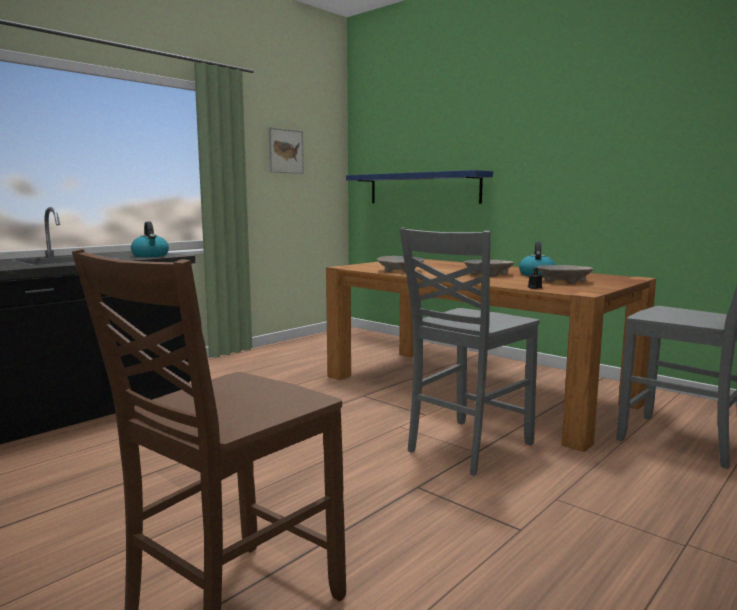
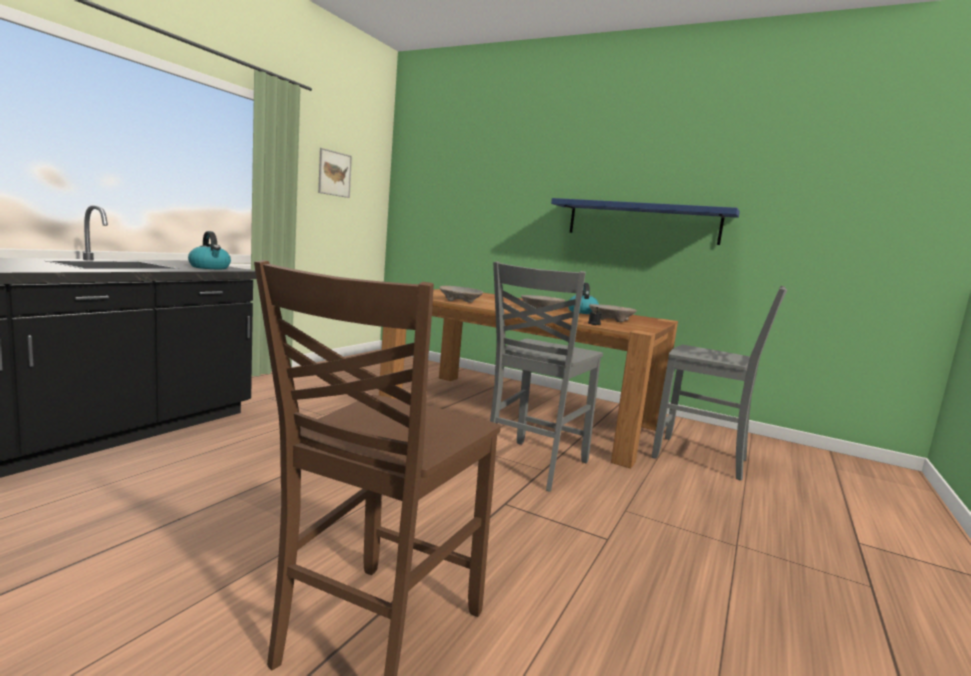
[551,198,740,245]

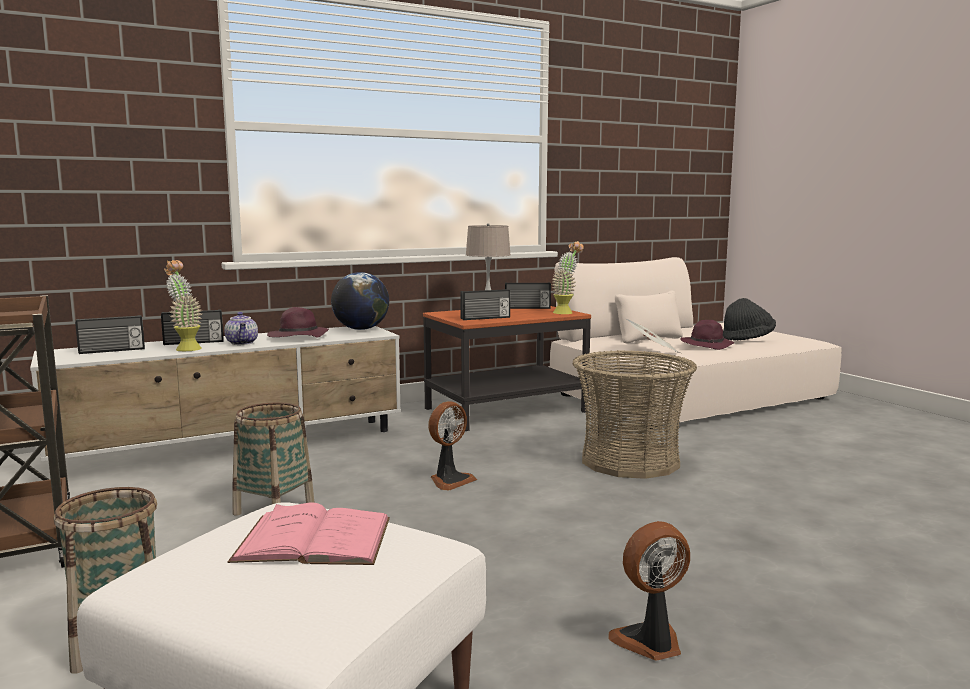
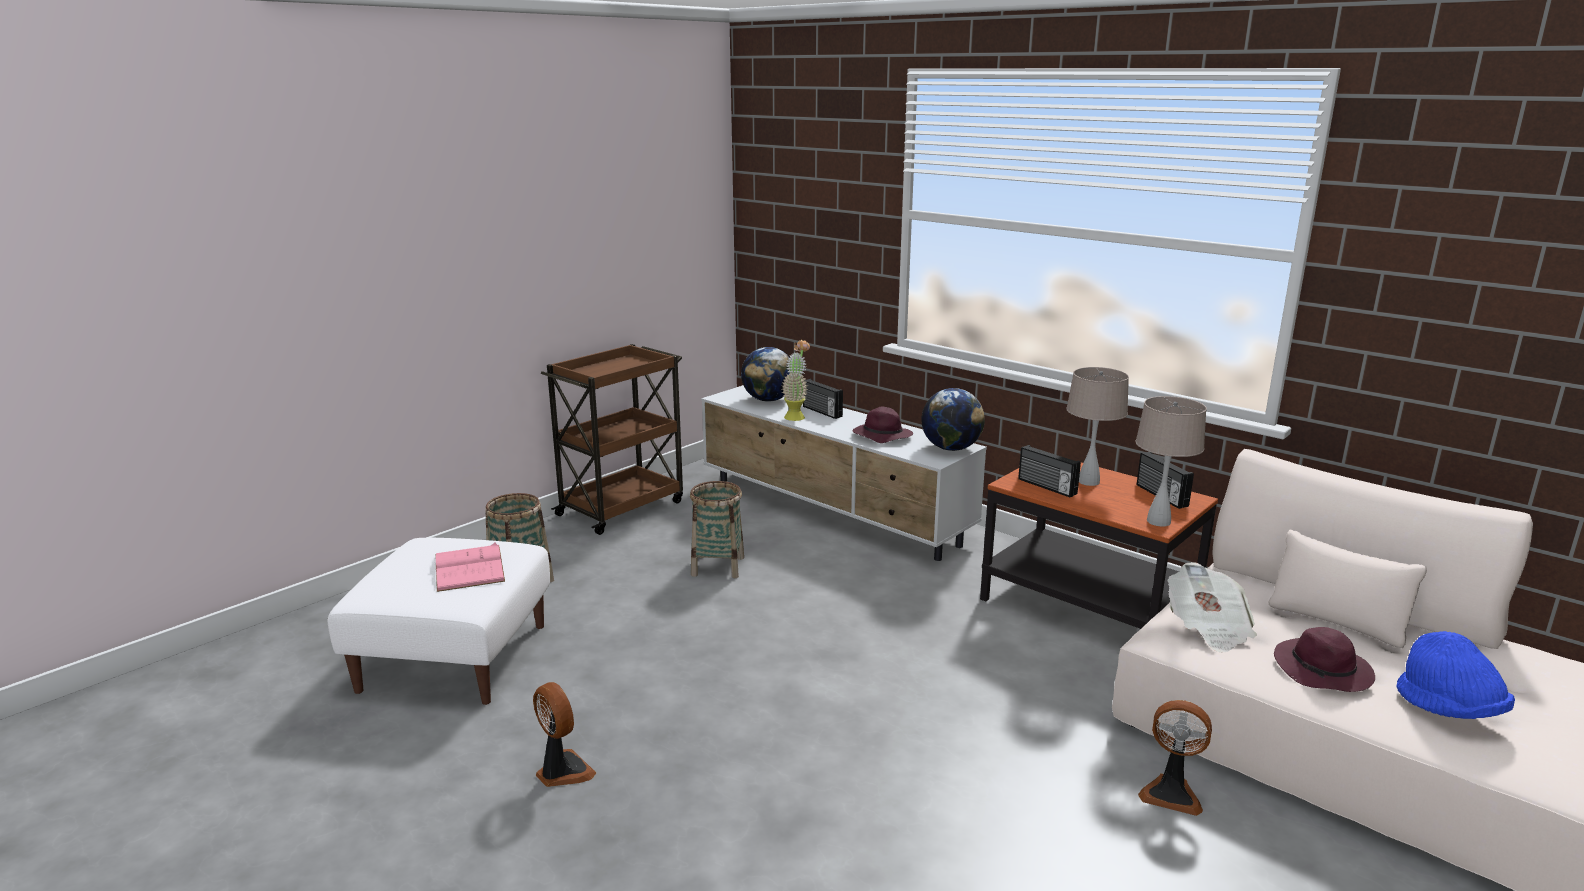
[741,347,790,402]
[1135,396,1207,527]
[1138,700,1212,816]
[1396,631,1515,719]
[224,312,258,345] (first image)
[573,350,697,479] (first image)

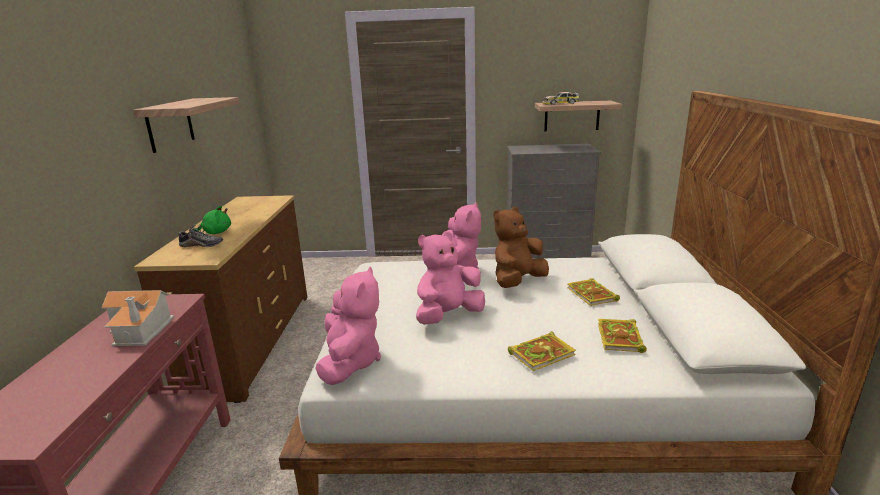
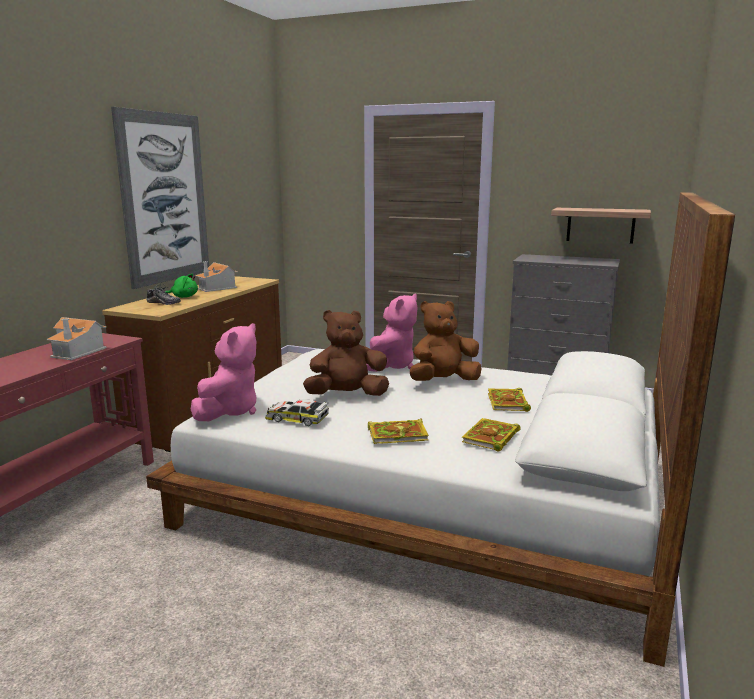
[111,107,209,289]
[195,261,238,292]
[265,399,329,426]
[303,310,389,396]

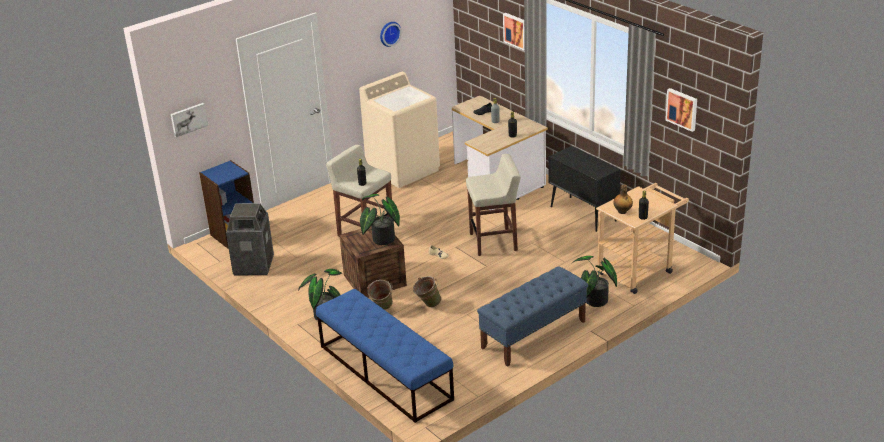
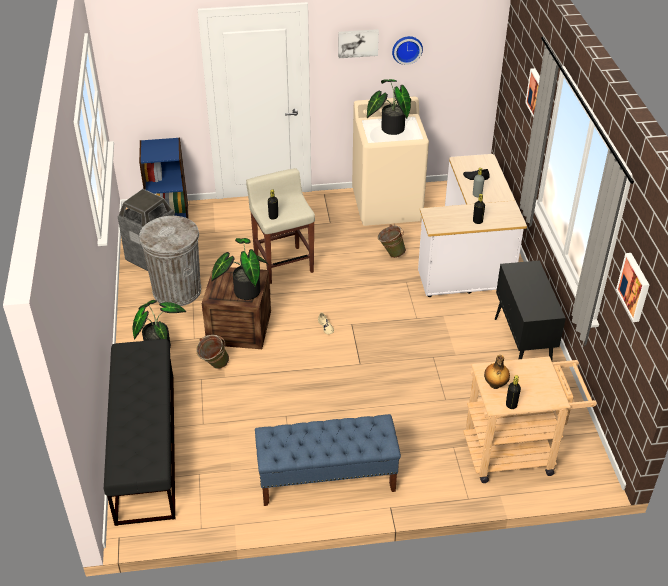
[104,339,175,526]
[139,216,201,306]
[338,29,379,58]
[367,79,411,135]
[378,224,406,258]
[466,154,521,256] (first image)

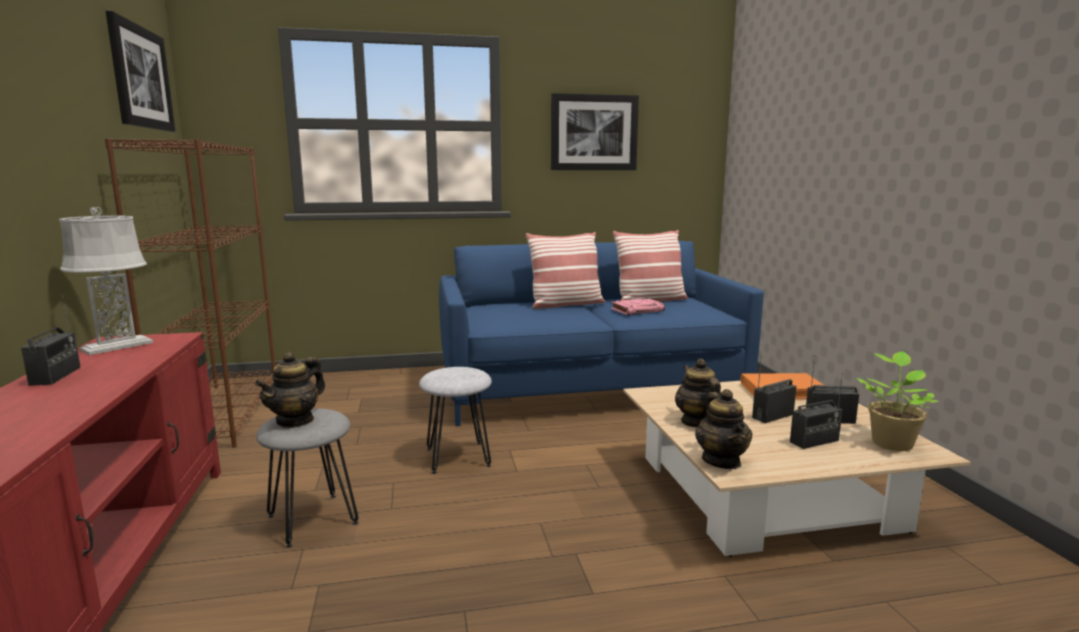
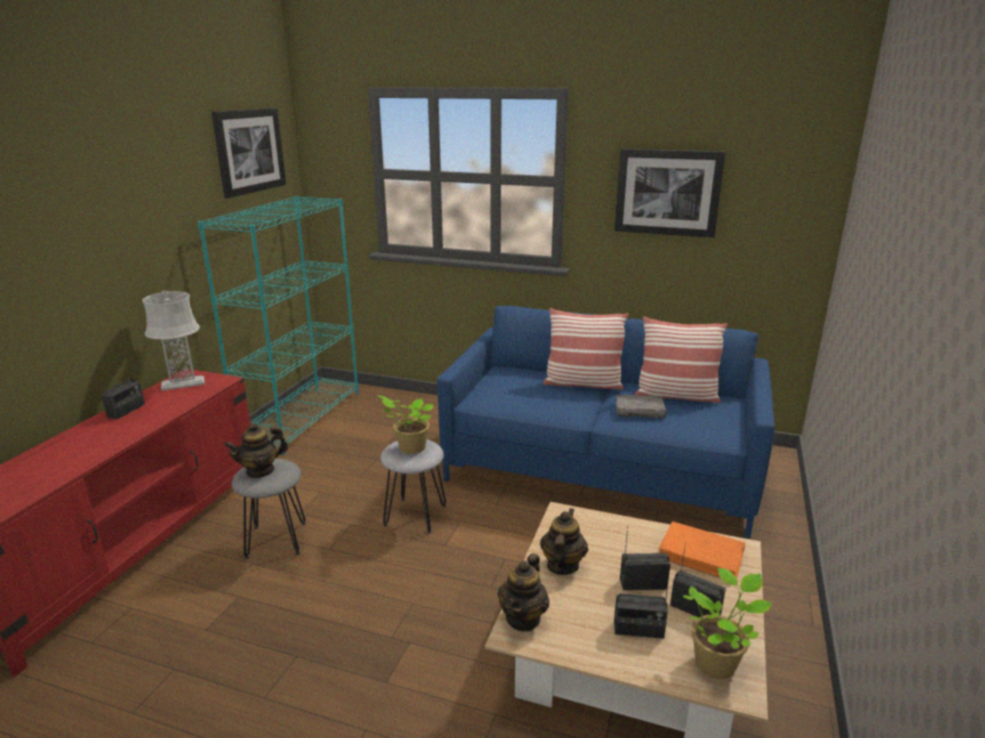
[198,196,359,455]
[377,395,433,454]
[616,394,666,418]

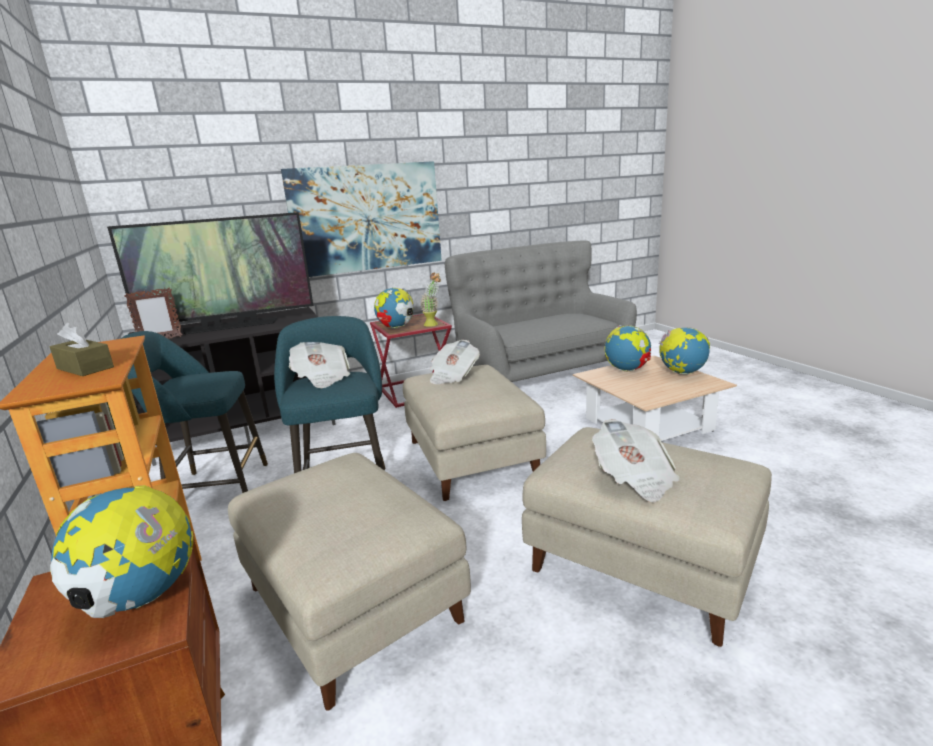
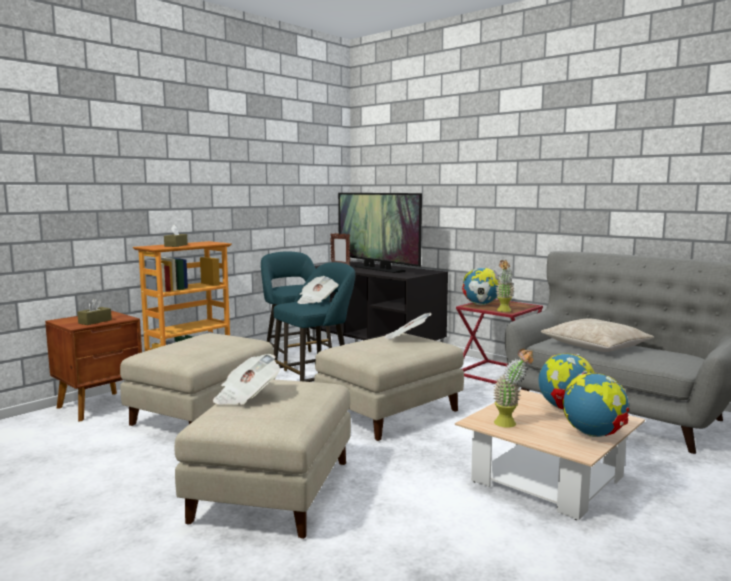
[77,298,112,325]
[493,349,534,428]
[541,318,654,352]
[281,161,442,277] (first image)

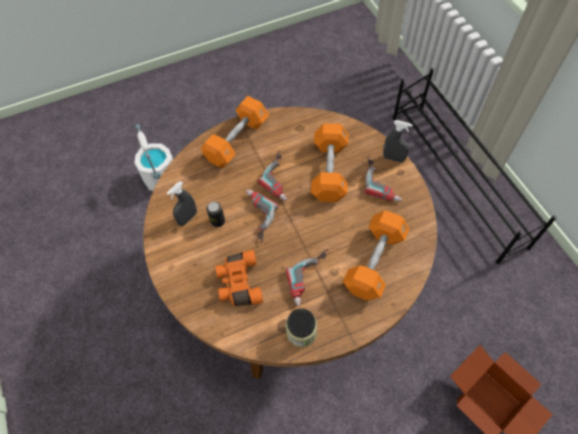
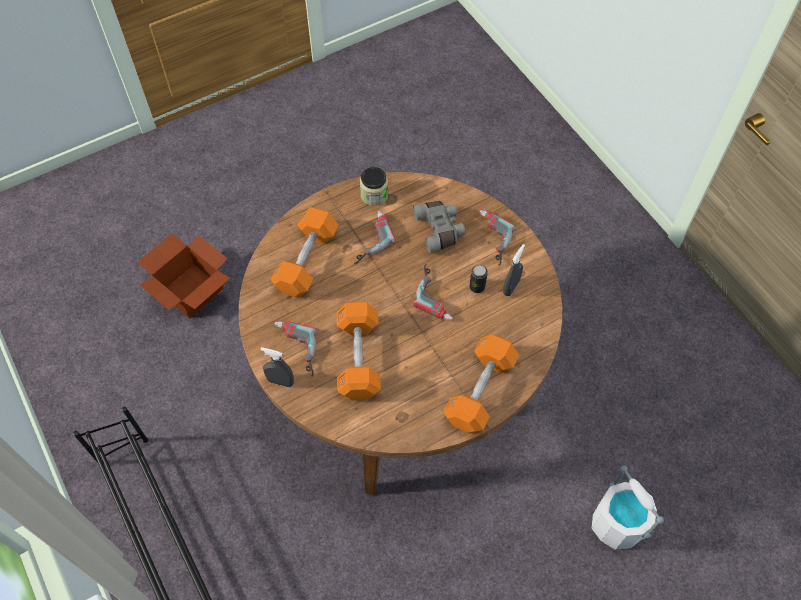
[413,201,465,253]
[479,210,516,265]

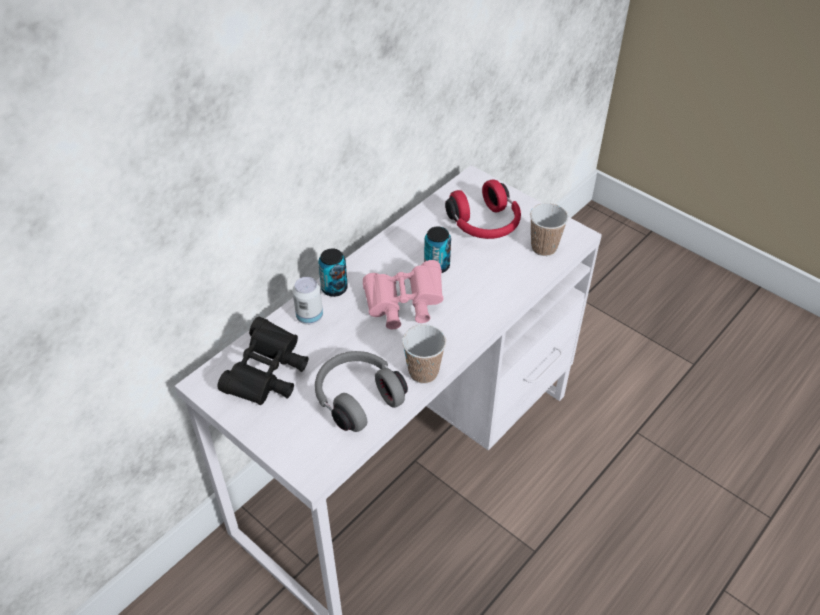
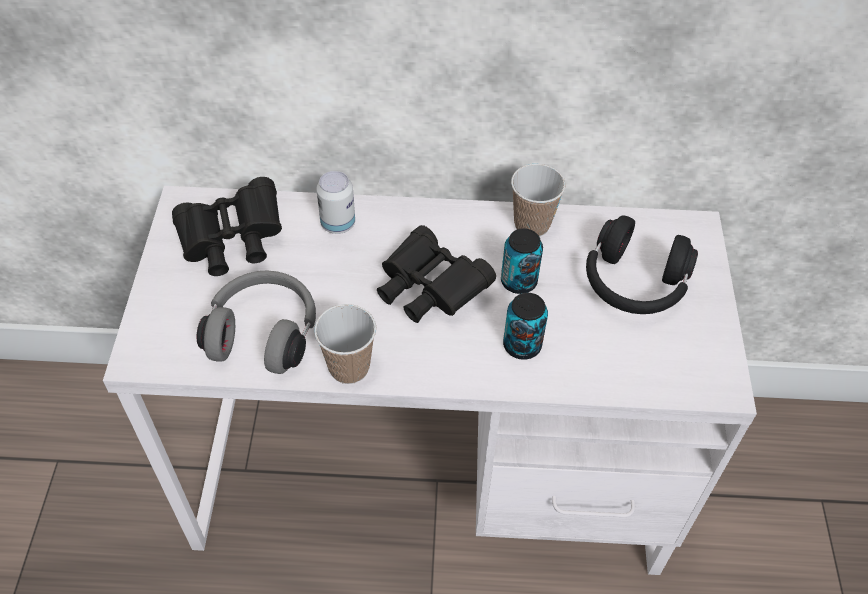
[377,225,496,323]
[503,293,548,360]
[511,164,566,237]
[586,215,698,314]

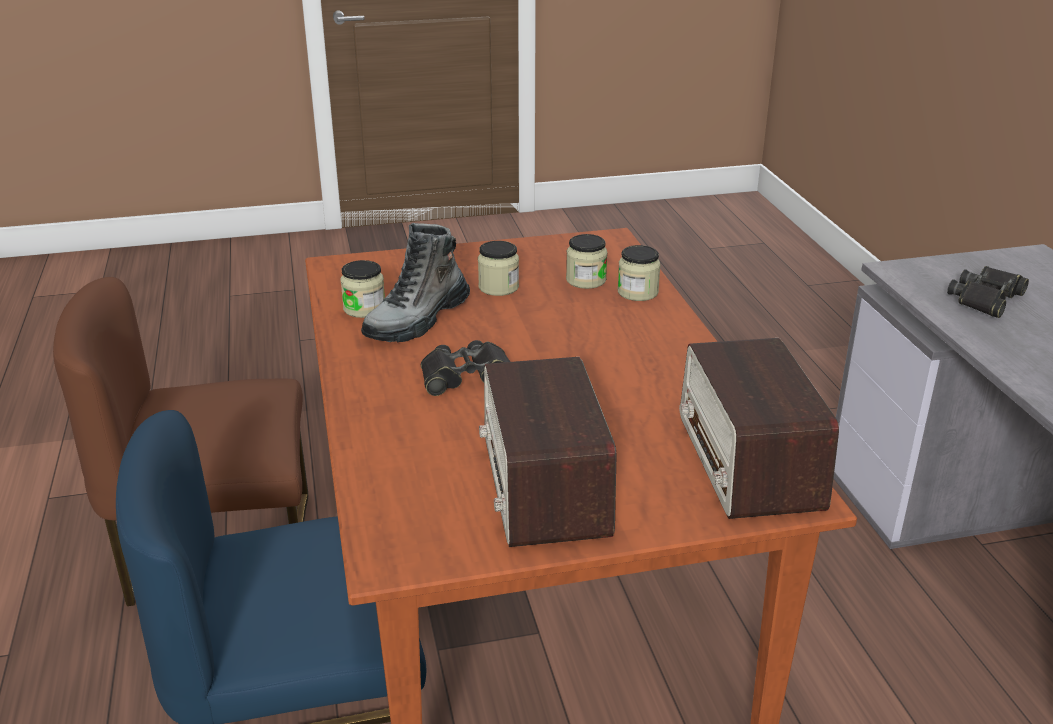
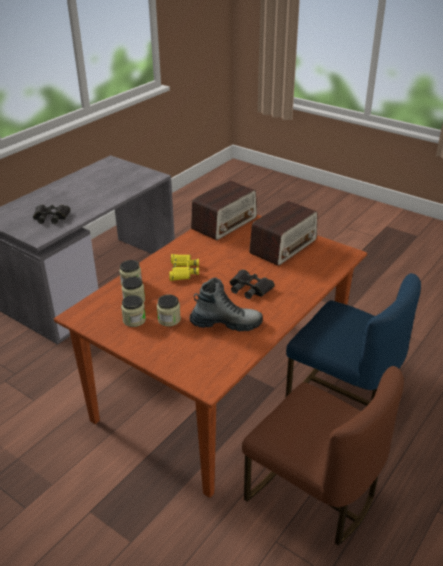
[121,295,146,327]
[169,254,199,281]

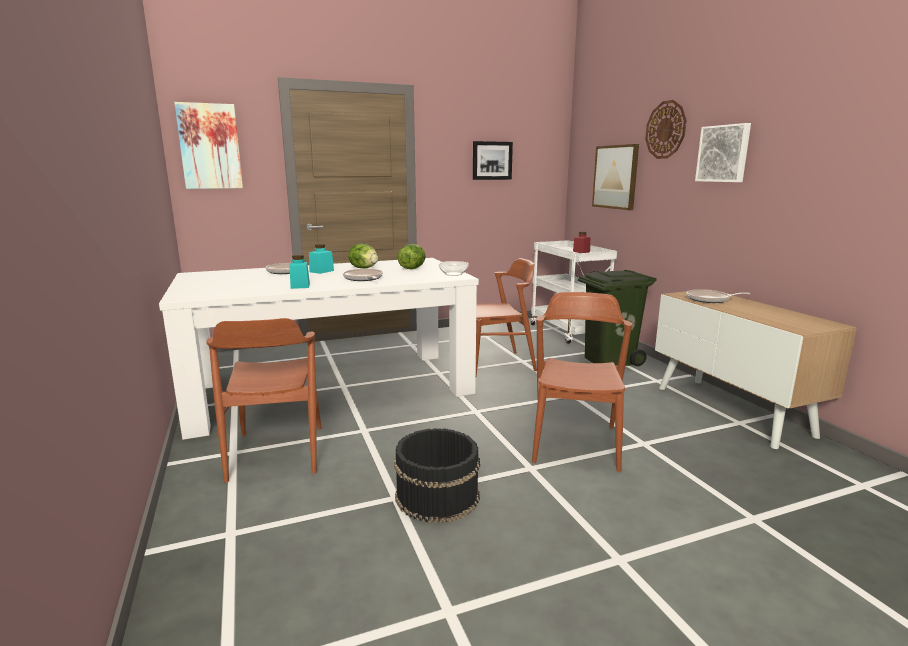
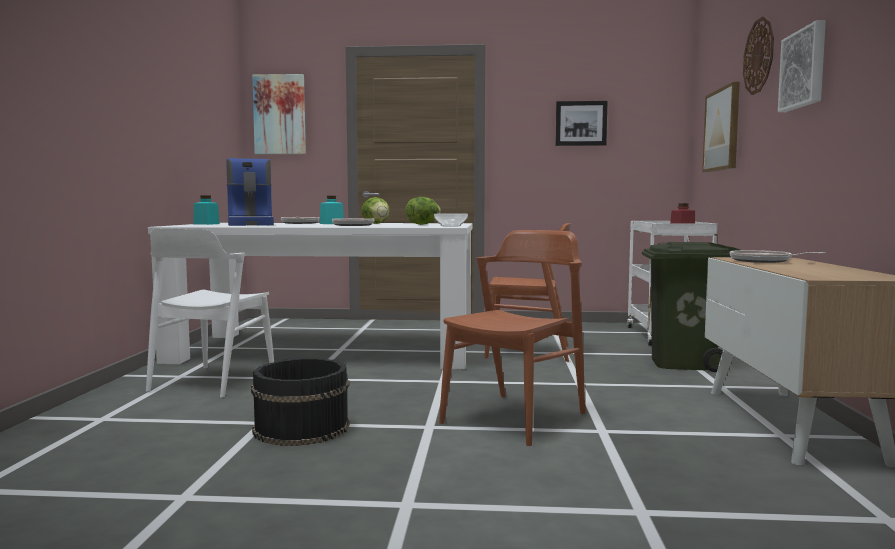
[146,229,274,398]
[194,196,220,225]
[226,158,274,226]

